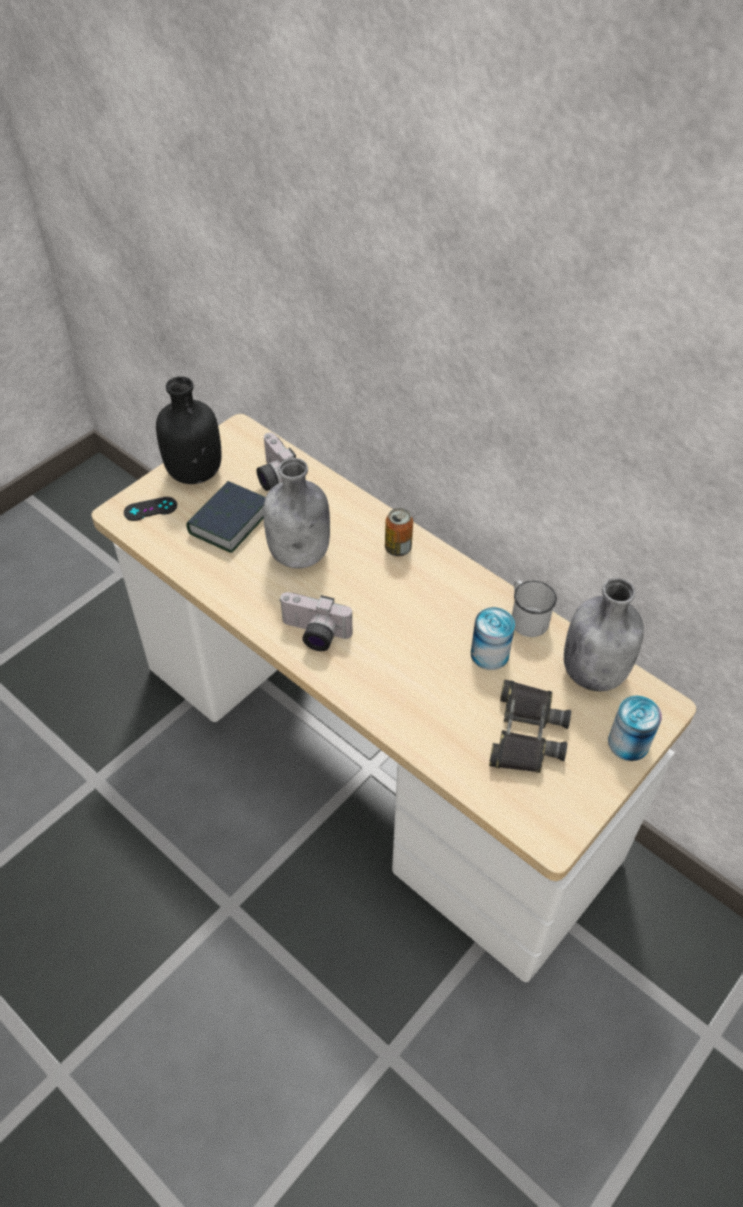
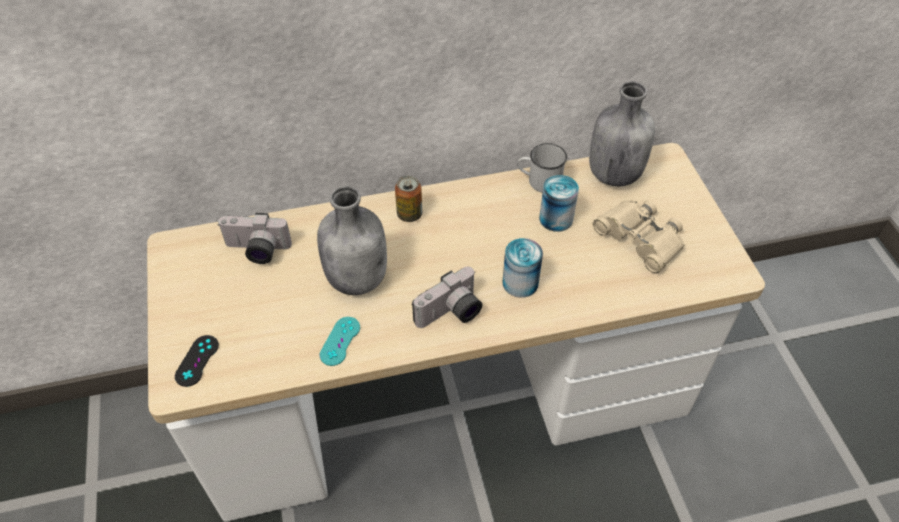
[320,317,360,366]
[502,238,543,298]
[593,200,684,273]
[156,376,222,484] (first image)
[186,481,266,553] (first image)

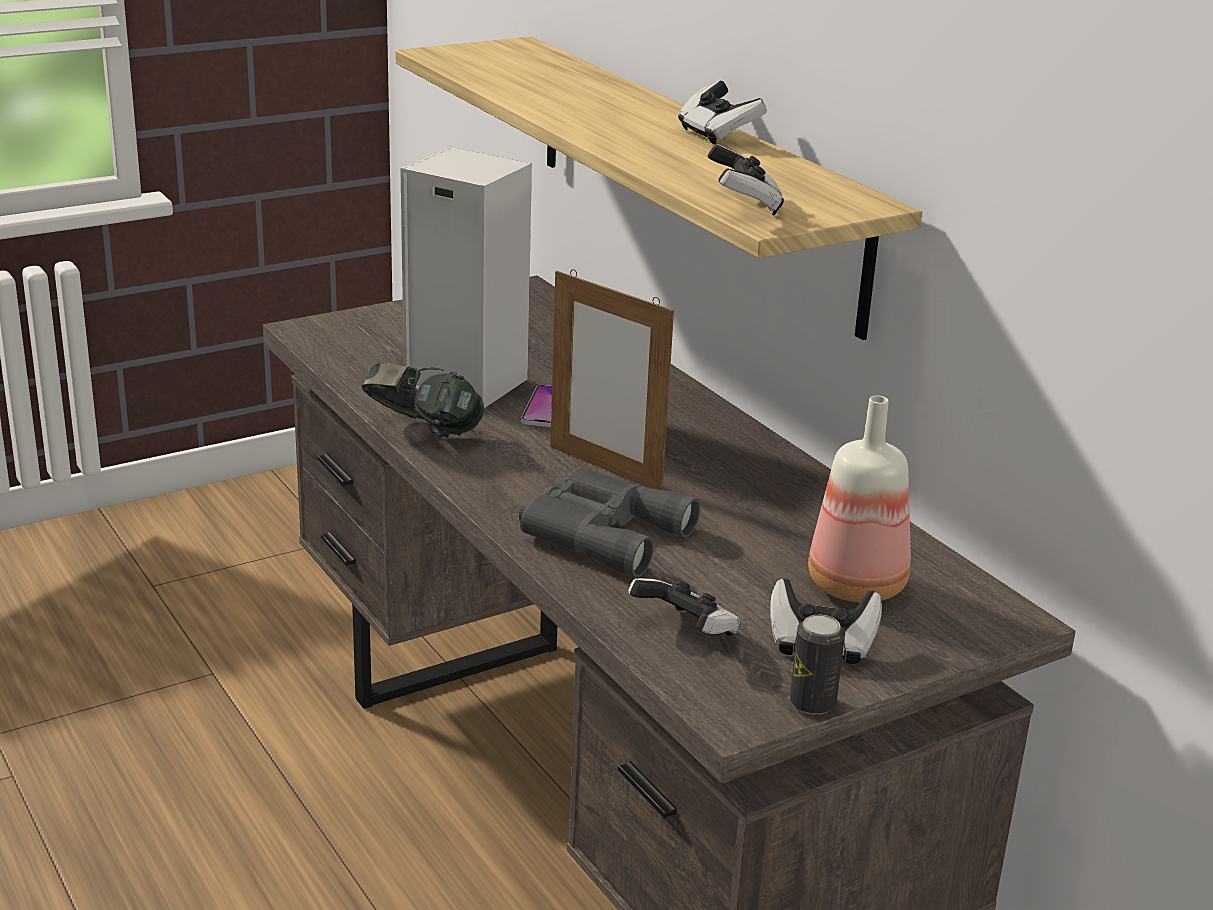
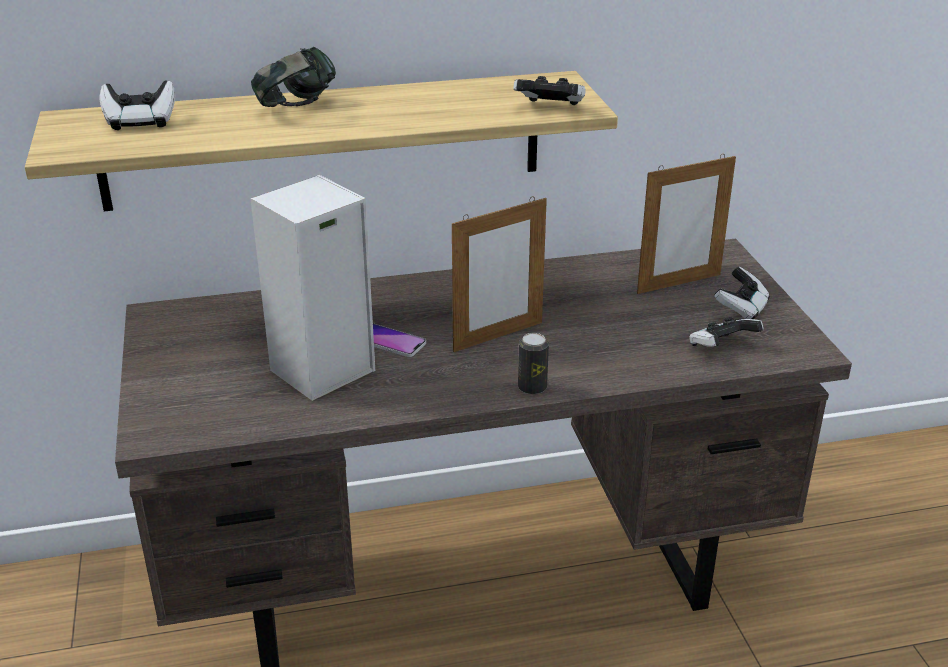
[99,80,175,130]
[251,47,336,107]
[518,333,549,395]
[637,154,736,294]
[519,467,700,578] (first image)

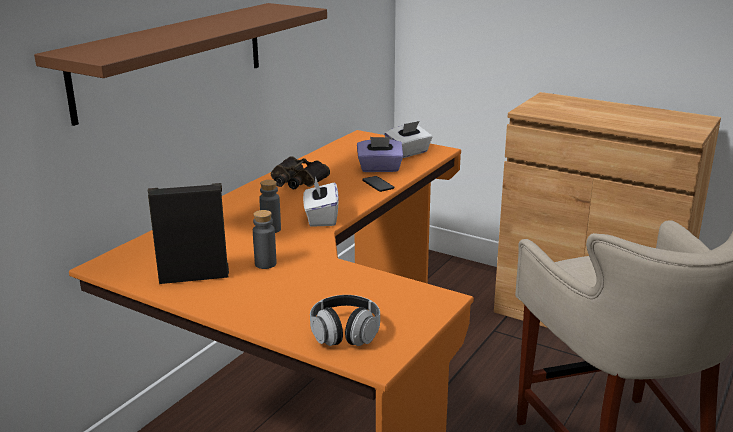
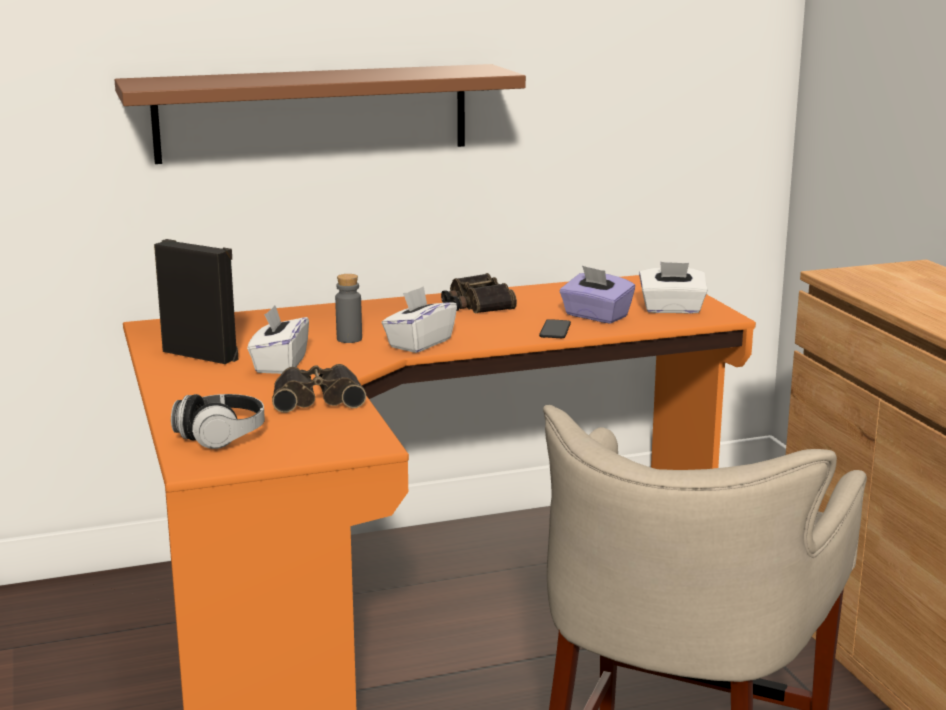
[247,305,309,374]
[272,364,366,413]

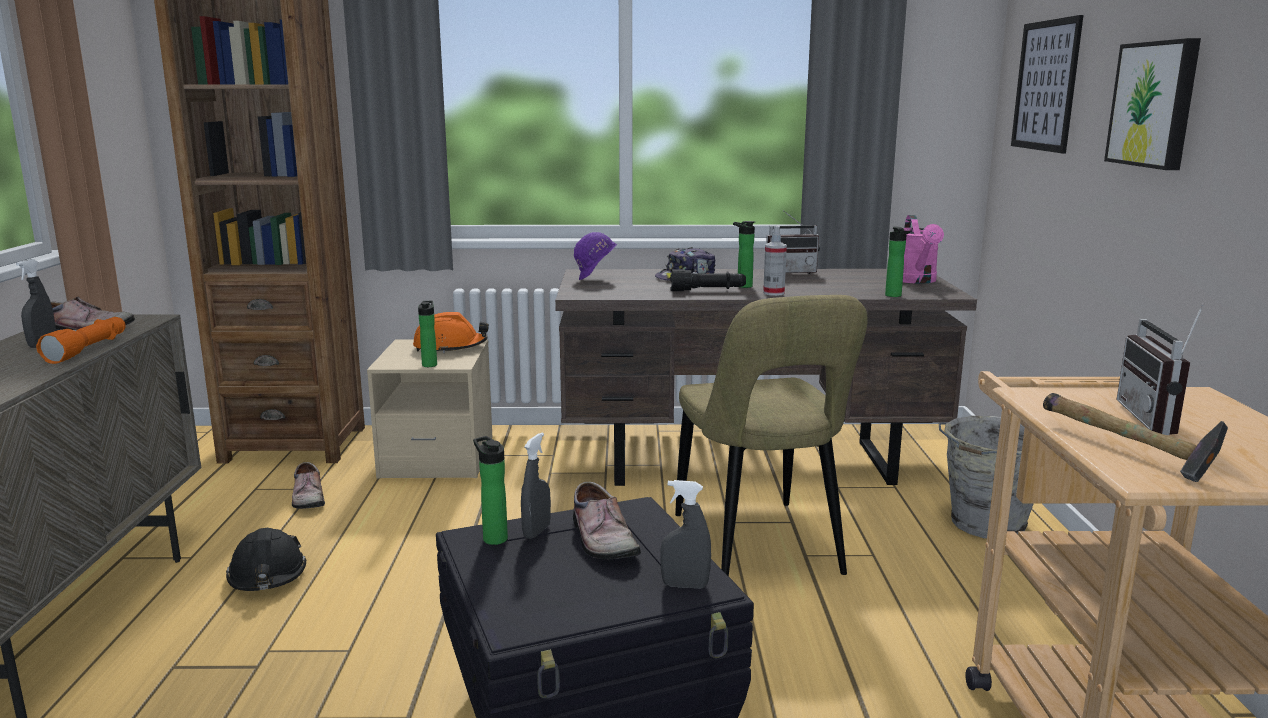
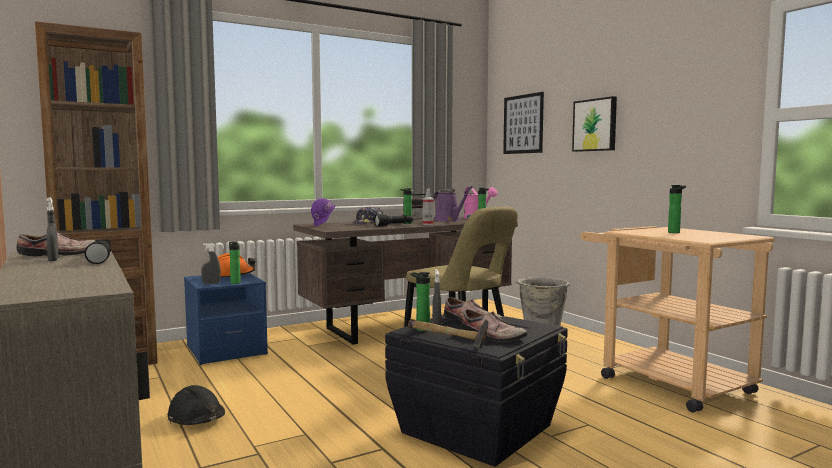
[84,239,111,264]
[184,273,268,365]
[201,243,221,284]
[408,319,488,349]
[434,186,473,222]
[461,309,528,342]
[668,185,686,233]

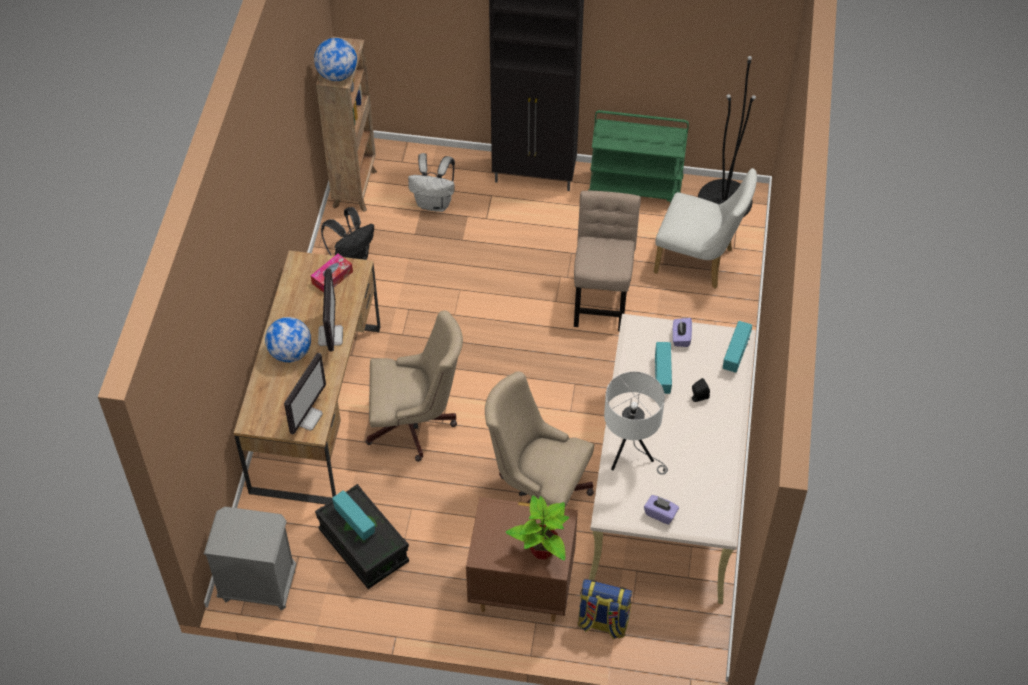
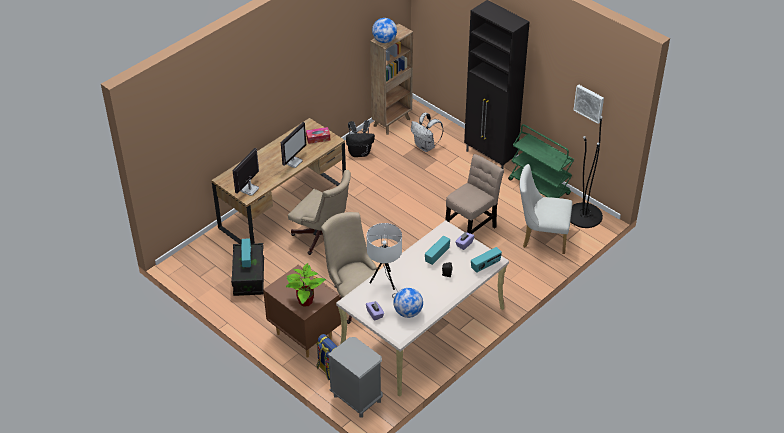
[233,148,259,196]
[327,337,383,417]
[393,288,423,318]
[519,164,572,254]
[573,85,604,124]

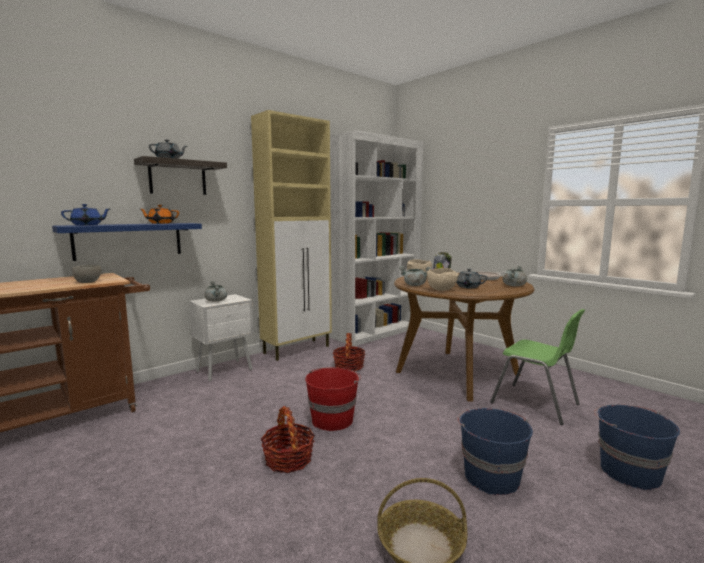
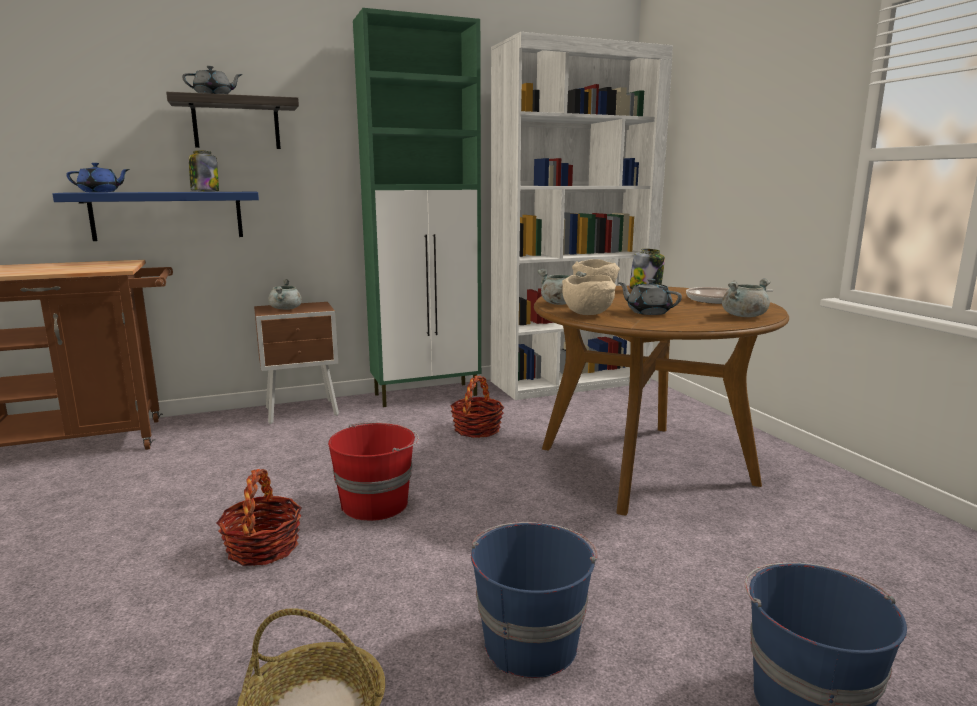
[189,150,219,192]
[254,302,339,424]
[353,8,481,407]
[72,265,101,283] (first image)
[490,309,585,425] (first image)

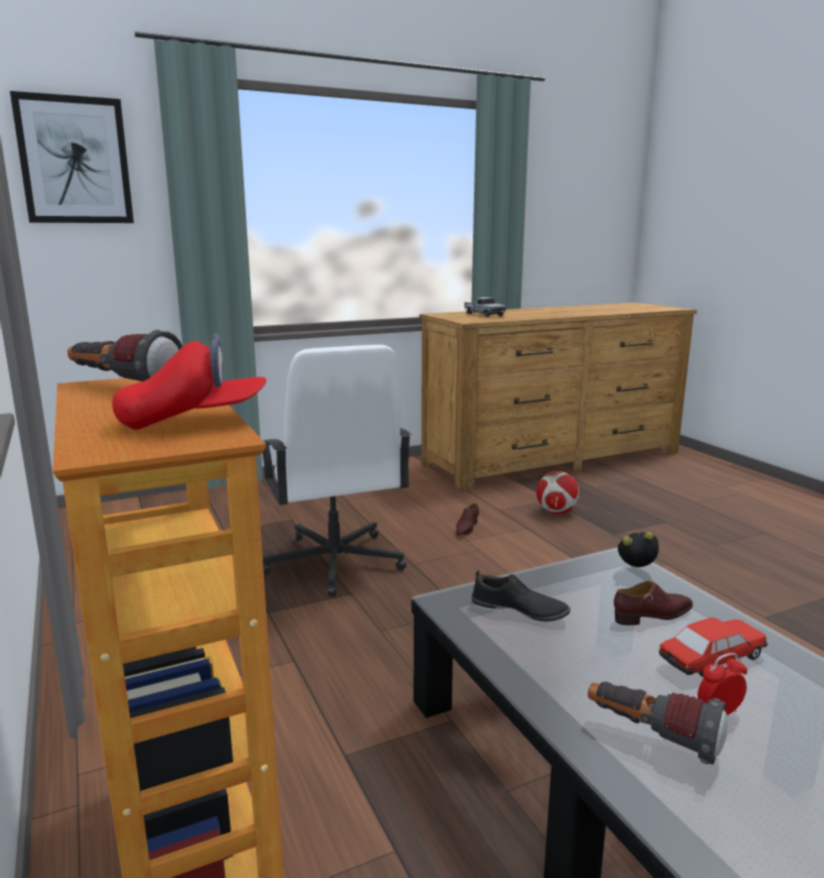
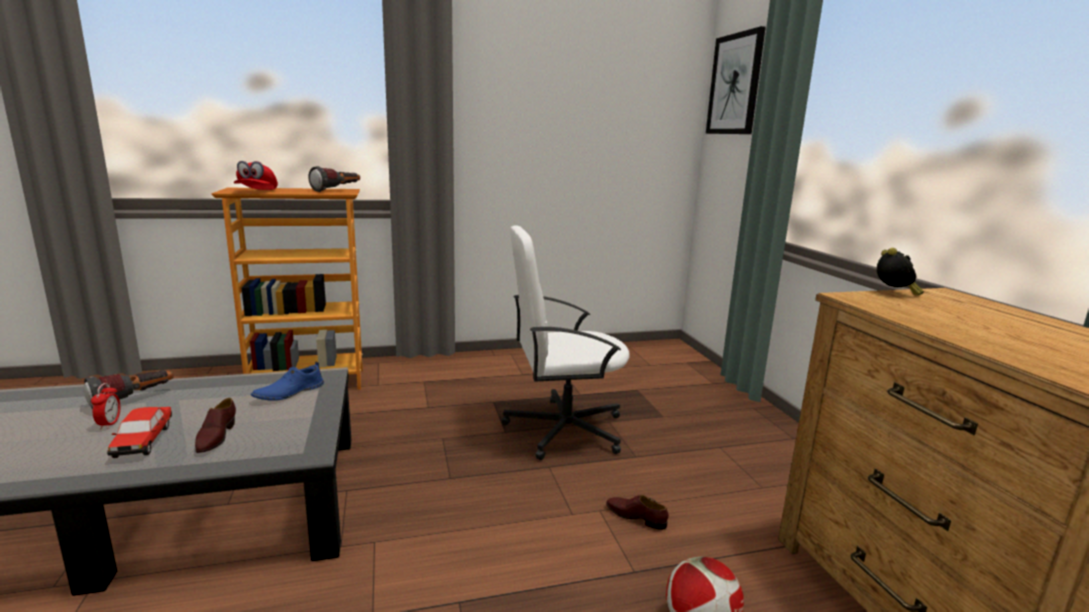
[251,362,324,401]
[877,248,924,295]
[464,297,506,317] (first image)

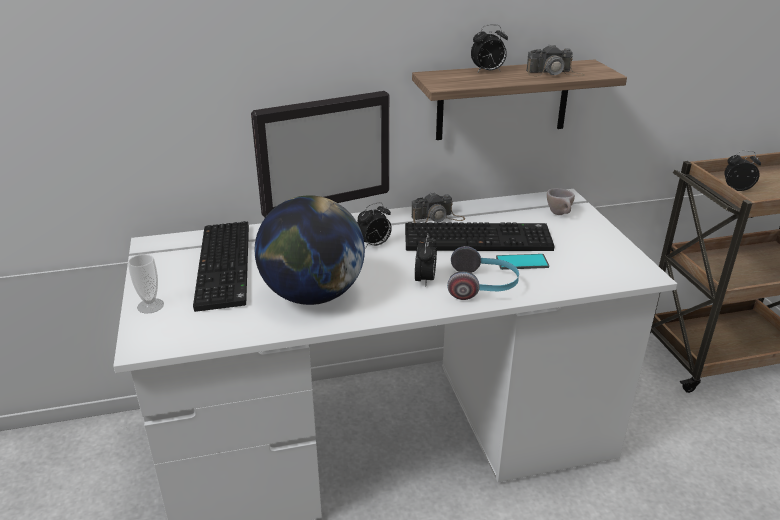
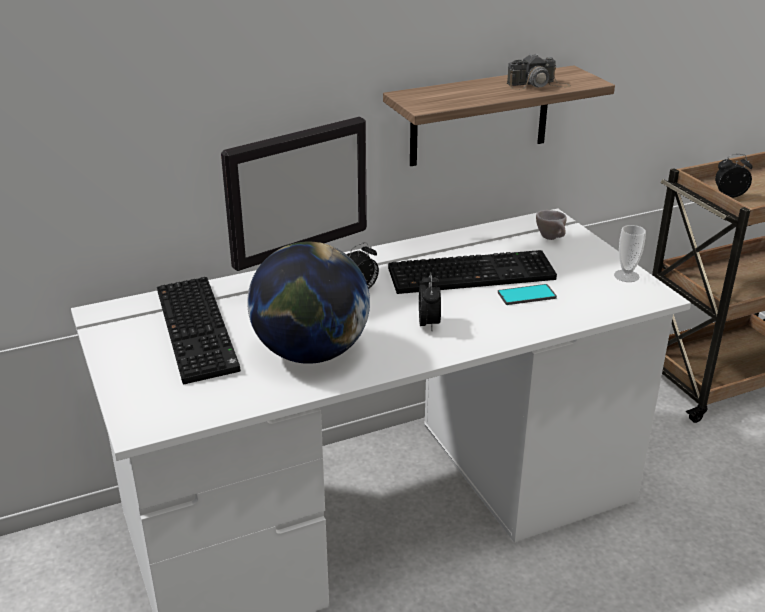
[614,225,646,282]
[411,193,465,223] (first image)
[447,246,519,300] (first image)
[471,24,508,73] (first image)

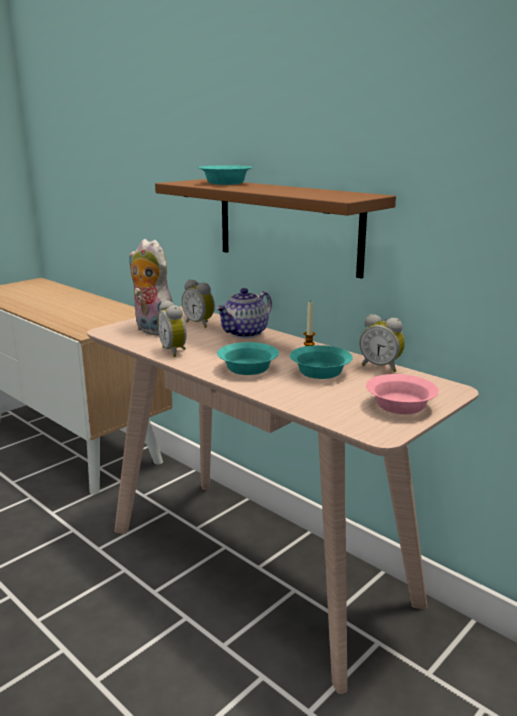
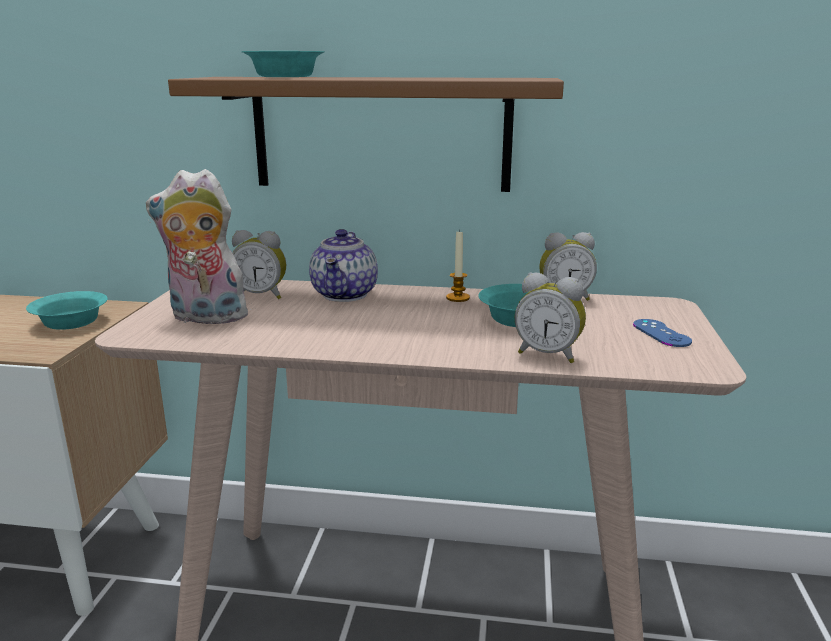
[26,291,108,330]
[515,272,586,363]
[633,319,692,347]

